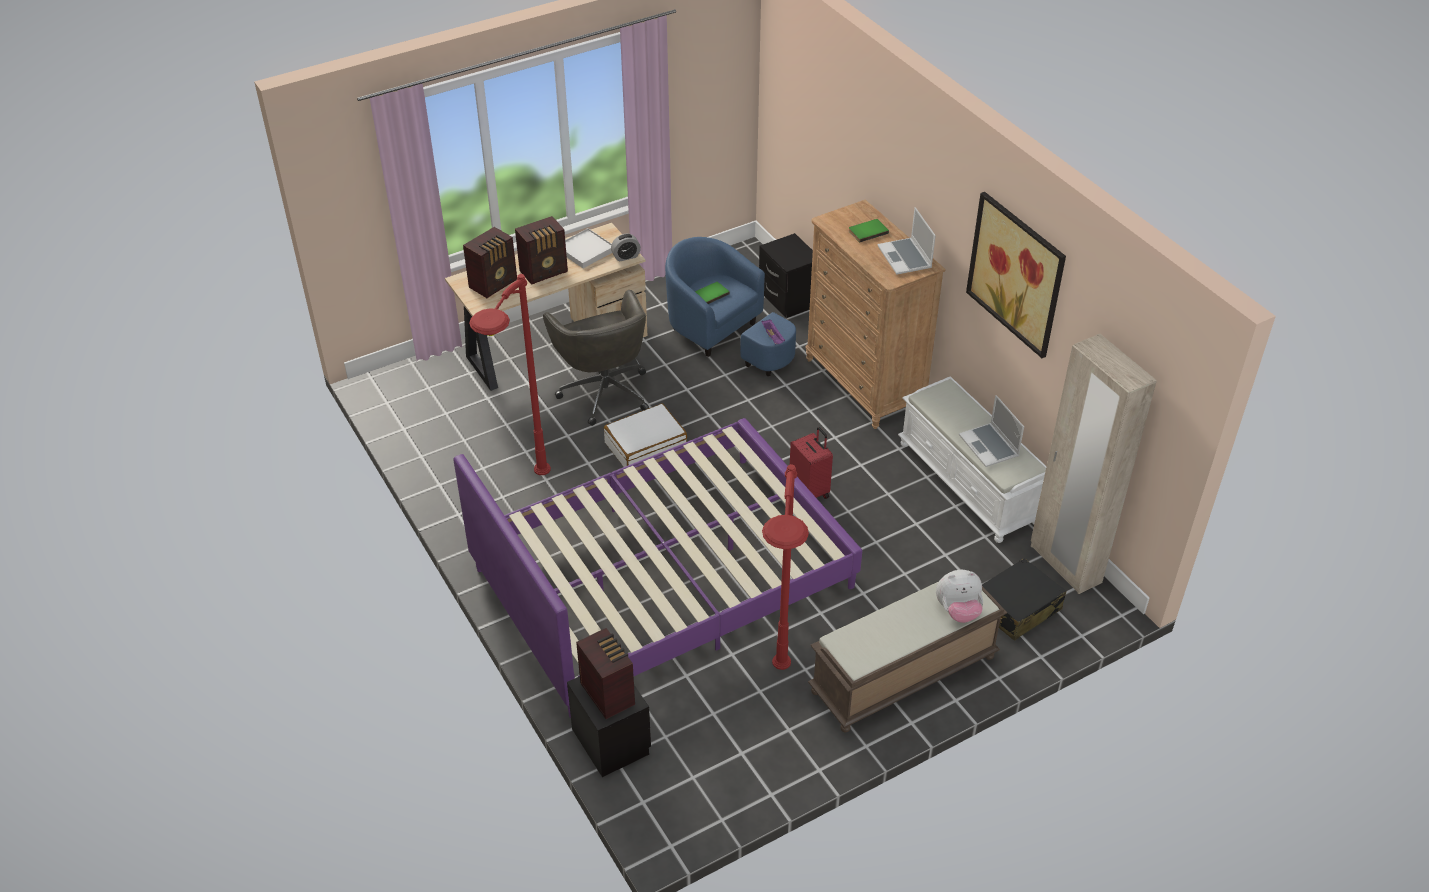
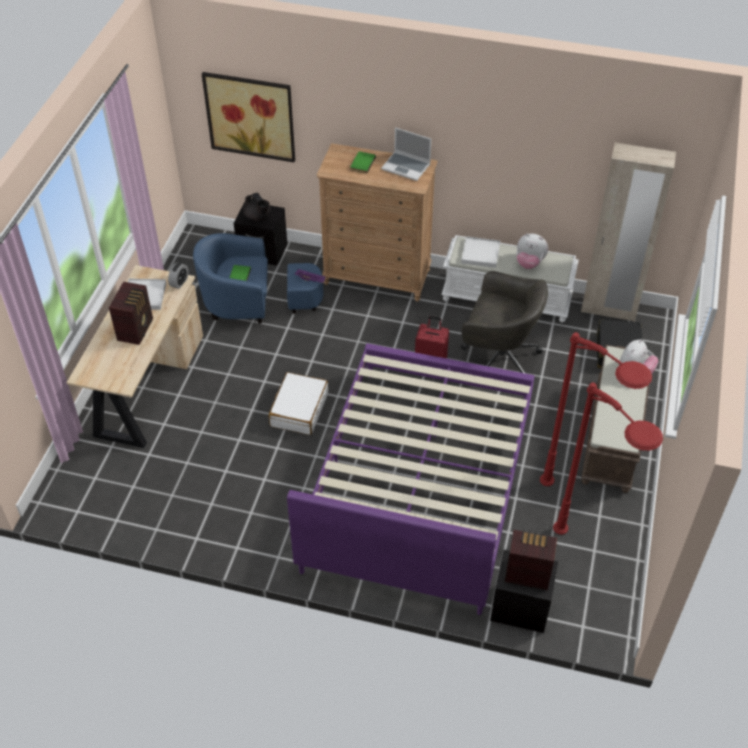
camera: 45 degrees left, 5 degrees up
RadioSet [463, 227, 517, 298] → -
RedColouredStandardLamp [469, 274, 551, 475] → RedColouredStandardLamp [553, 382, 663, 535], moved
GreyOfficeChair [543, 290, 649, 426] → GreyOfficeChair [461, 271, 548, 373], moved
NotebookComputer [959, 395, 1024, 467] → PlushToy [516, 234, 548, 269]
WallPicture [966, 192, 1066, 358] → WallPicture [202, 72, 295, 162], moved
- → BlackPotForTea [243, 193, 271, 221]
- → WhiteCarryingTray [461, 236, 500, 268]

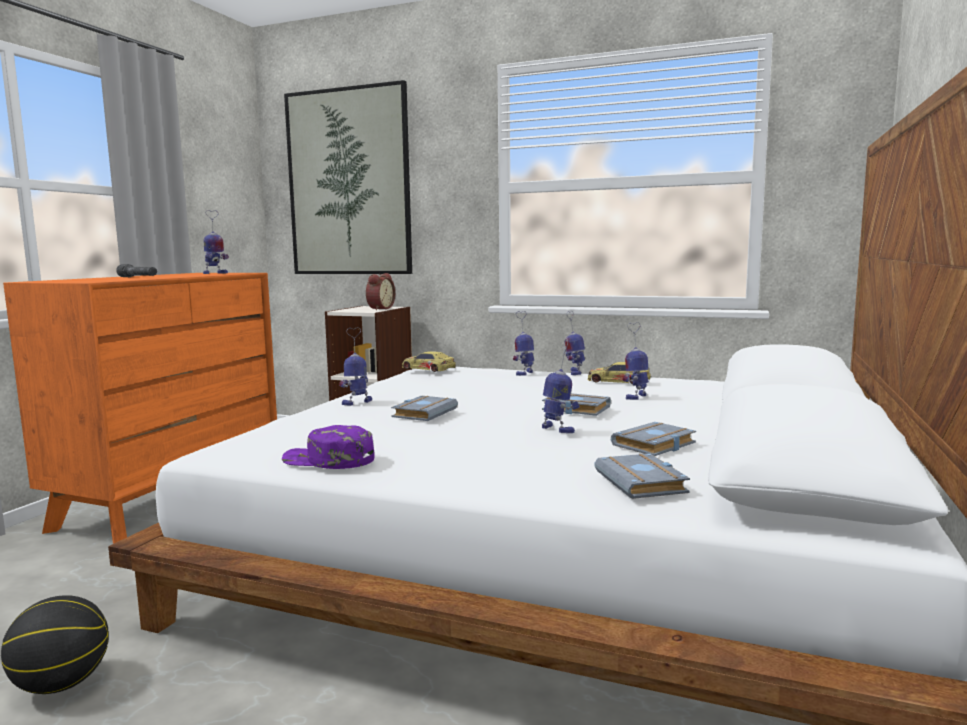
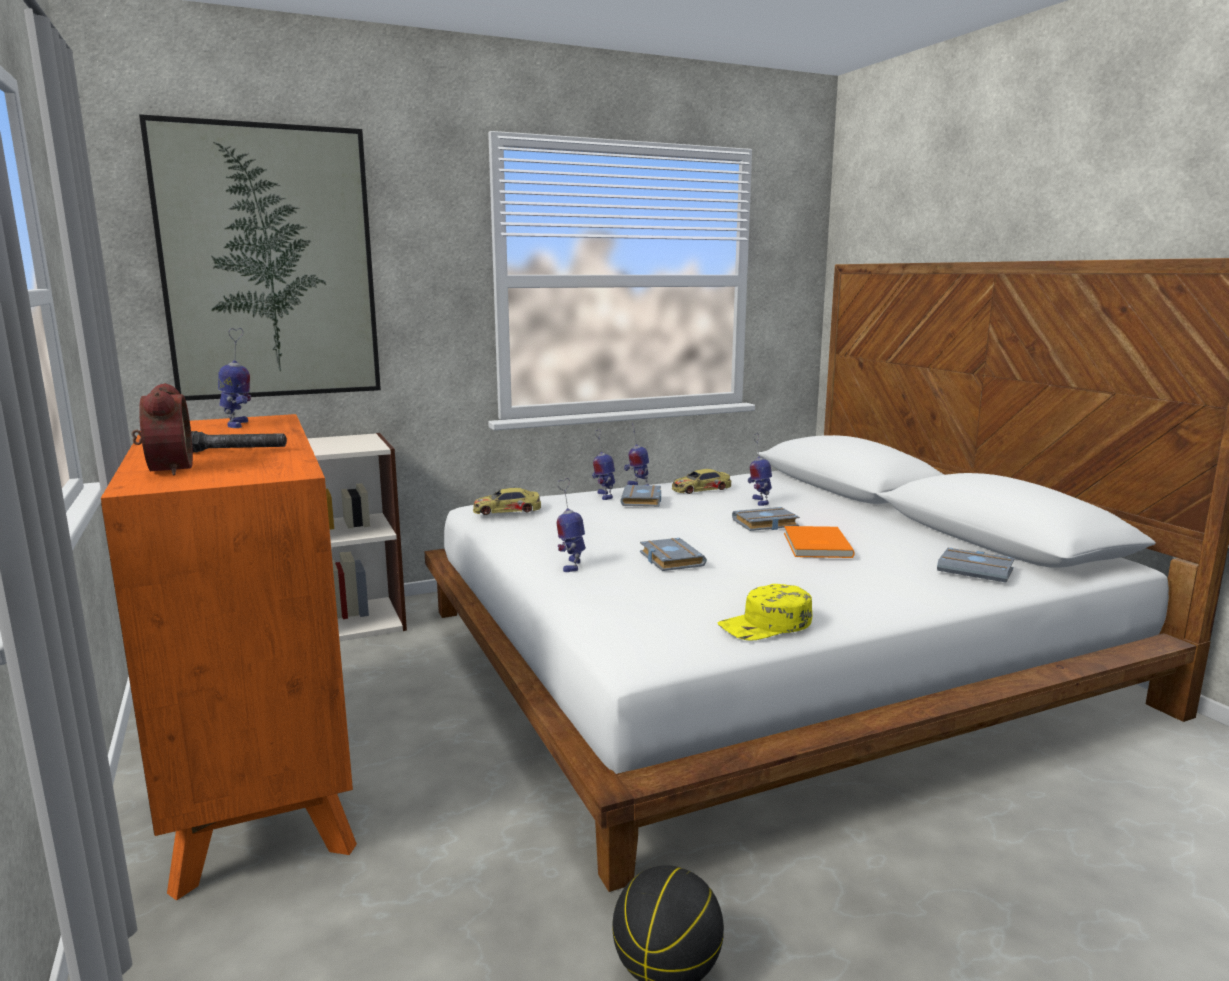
camera: 45 degrees left, 5 degrees up
PurplishCap [282, 425, 375, 469] → YellowCap [717, 584, 813, 641]
AlarmClock [366, 273, 395, 310] → AlarmClock [132, 383, 193, 476], moved
RobotFigure [542, 339, 580, 433] → OrangeVolume [784, 526, 855, 558]
GreyVolume [611, 422, 696, 456] → GreyVolume [621, 485, 661, 507], moved

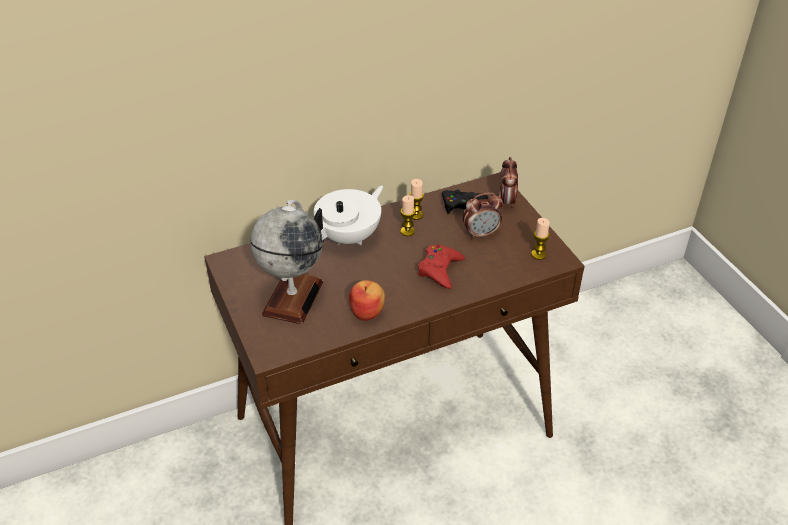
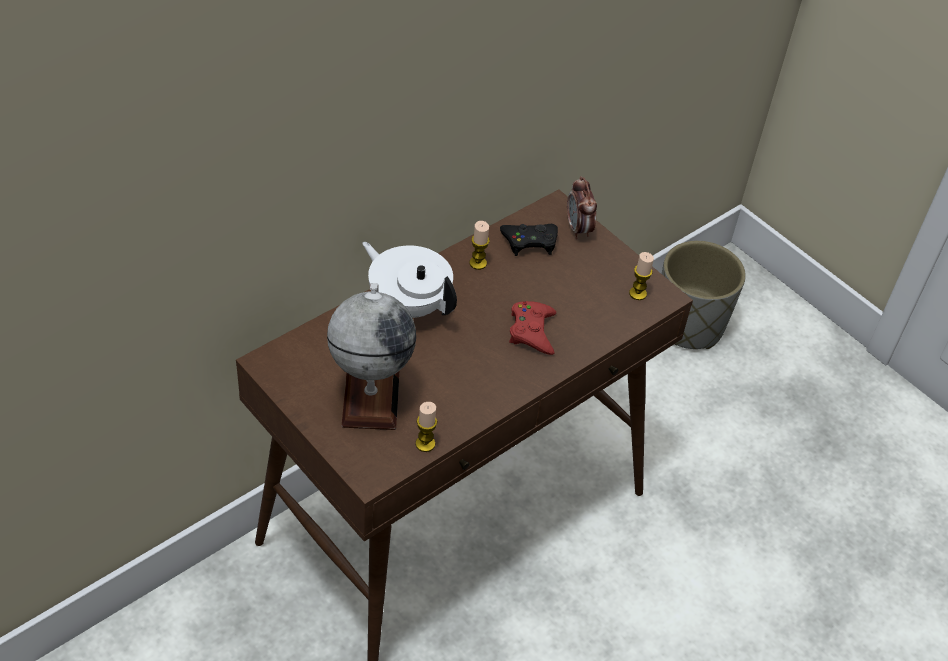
camera: 20 degrees left, 5 degrees up
WhitePotForTea [314, 185, 384, 245] → WhitePotForTea [362, 242, 457, 318], 75 degrees counterclockwise
AppleFruit [349, 280, 385, 321] → -
Candle [401, 195, 415, 236] → Candle [415, 402, 437, 452], moved
AlarmClock [463, 193, 503, 239] → -
- → GreyPlantPot [662, 241, 746, 349]

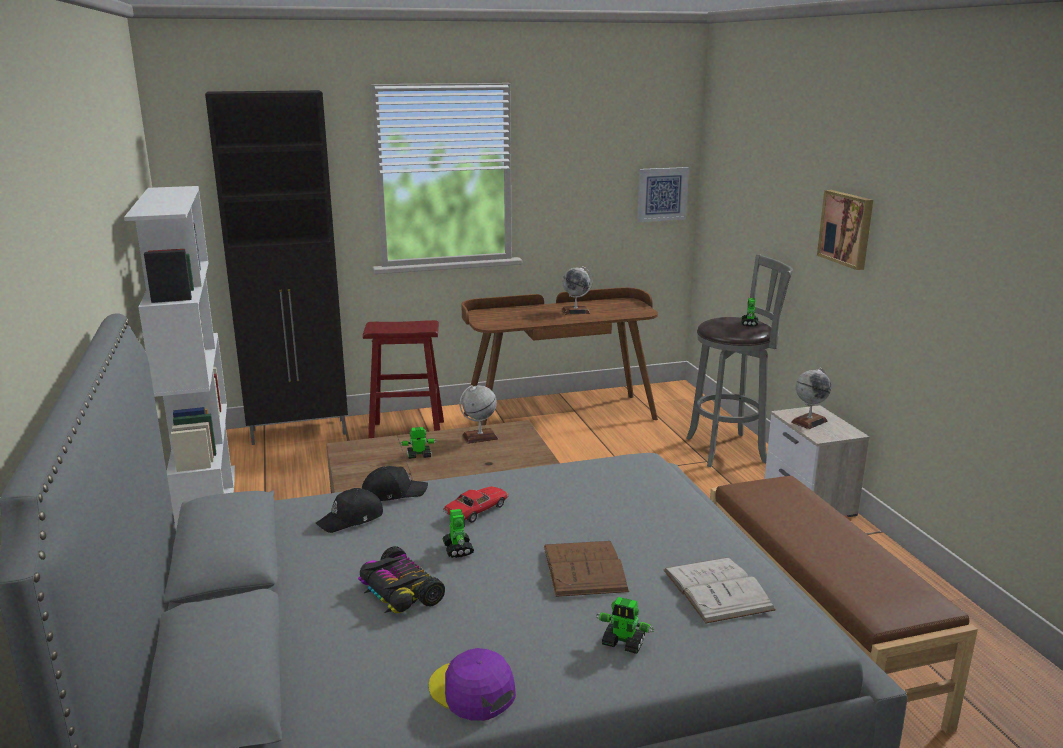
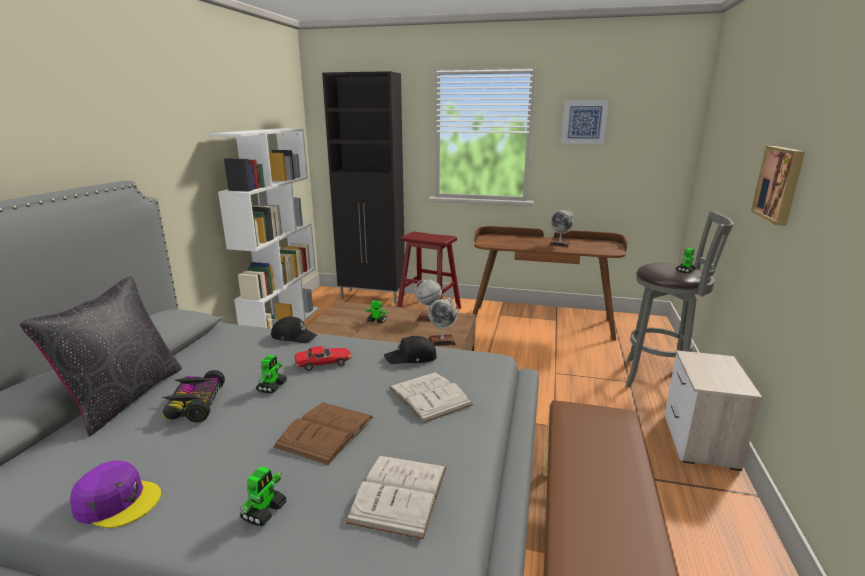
camera: 30 degrees right, 0 degrees up
BlackCap [316, 488, 383, 533] → BlackCap [384, 336, 437, 364], moved
PurplishCap [429, 648, 516, 721] → PurplishCap [70, 460, 161, 528], 120 degrees clockwise
RobotFigure [596, 597, 655, 654] → RobotFigure [239, 466, 287, 526], 120 degrees counterclockwise
WallPicture [637, 167, 689, 222] → WallPicture [561, 100, 609, 144], moved
Globe [791, 367, 831, 429] → Globe [428, 298, 459, 346], moved
- → BlackCushion [19, 276, 182, 437]
- → WhiteVolume [389, 372, 473, 423]

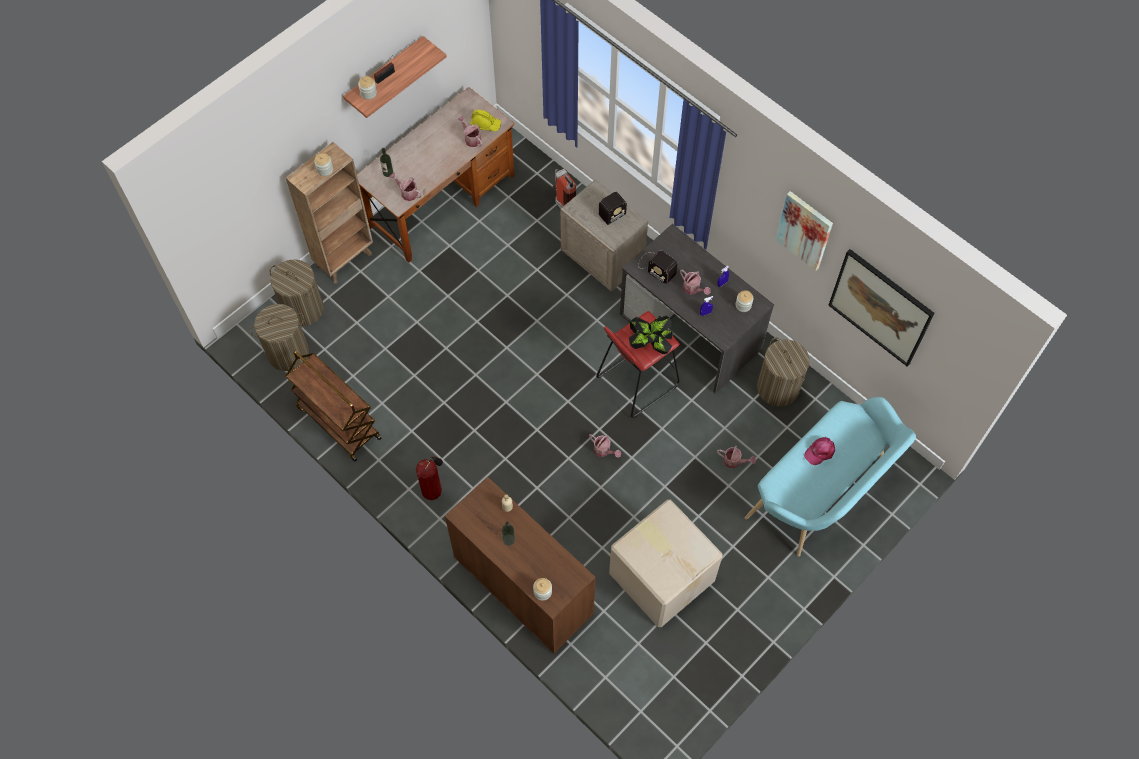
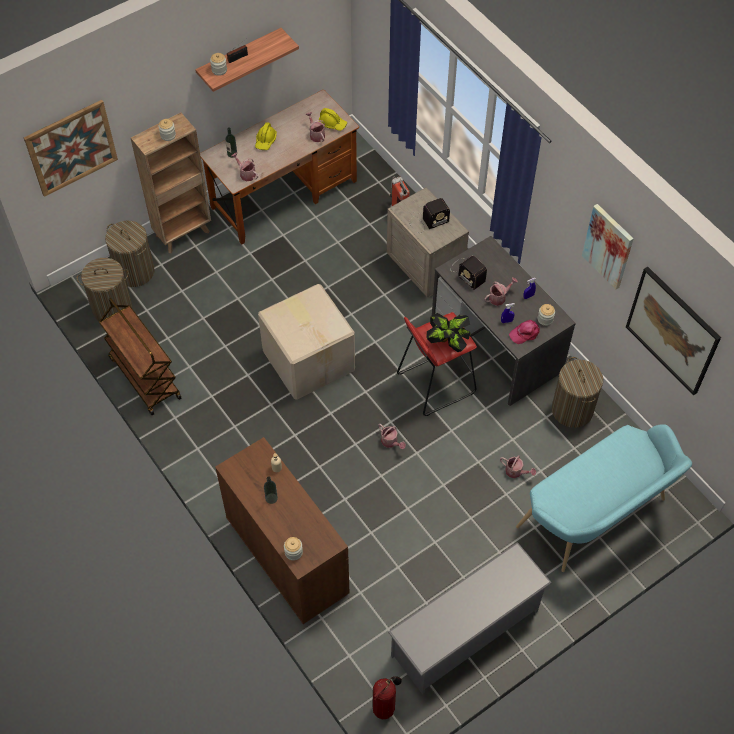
camera: 10 degrees right, 5 degrees down
FireExtinguisher [416, 456, 443, 500] → FireExtinguisher [373, 676, 402, 720], moved
PackingBox [609, 499, 722, 627] → PackingBox [258, 284, 355, 400], moved
WateringCan [680, 270, 711, 295] → WateringCan [484, 277, 518, 306], 90 degrees counterclockwise
PinkishCap [804, 437, 835, 465] → PinkishCap [509, 320, 540, 344], moved
- → WallPicture [24, 100, 118, 197]
- → YellowSafetyHelmet [255, 122, 277, 150]
- → GreyShoeShelf [388, 542, 552, 694]

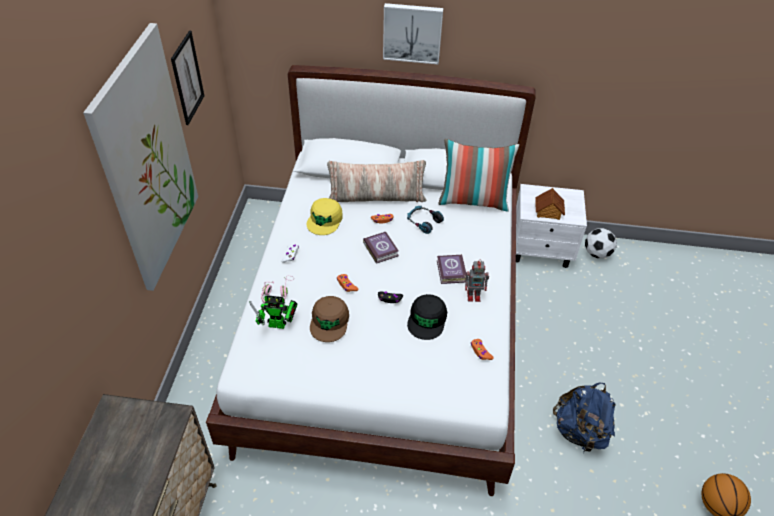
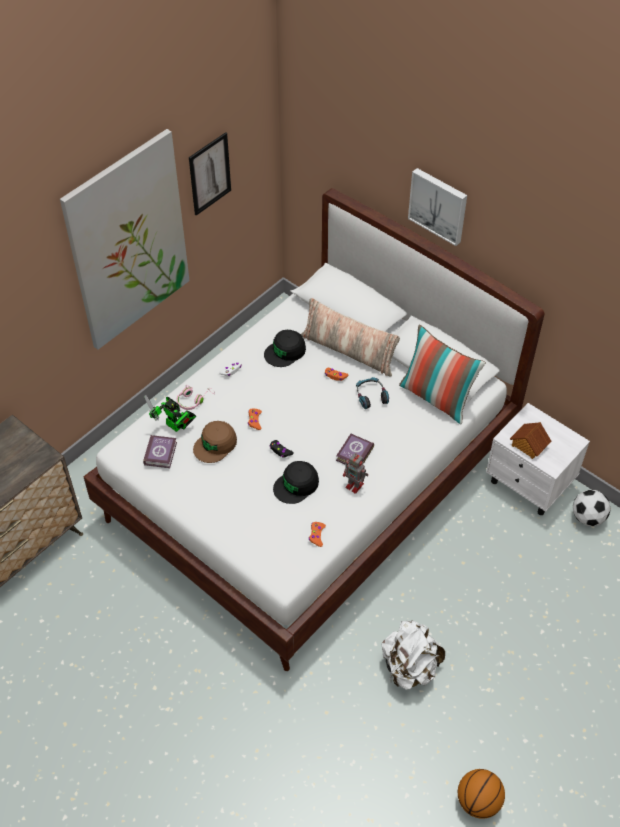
camera: 35 degrees right, 5 degrees up
YellowCap [307, 198, 343, 235] → BlackCap [264, 330, 306, 367]
Volume [363, 232, 399, 264] → Volume [143, 435, 177, 468], moved
BluishBackpack [553, 382, 616, 452] → WhiteBackpack [381, 620, 445, 690]

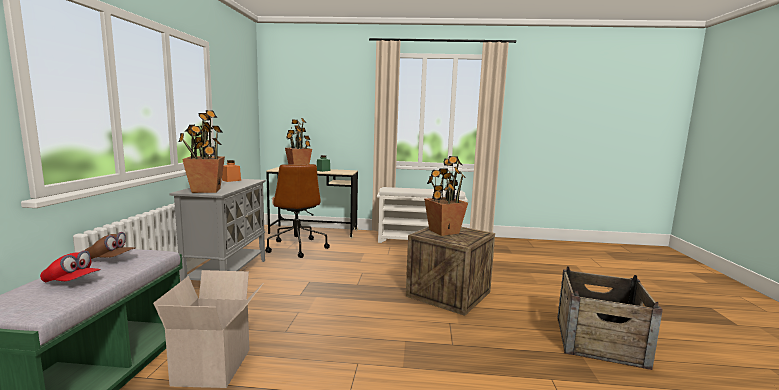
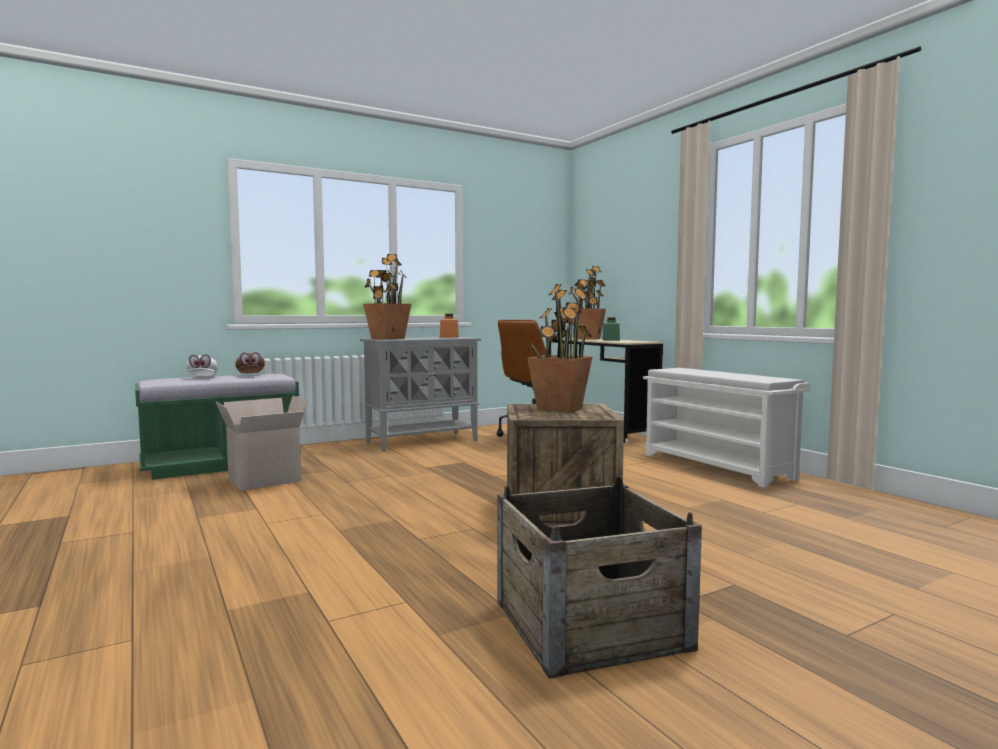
camera: 55 degrees right, 5 degrees down
RedColouredCap [40, 250, 101, 282] → WhiteCap [186, 354, 218, 376]

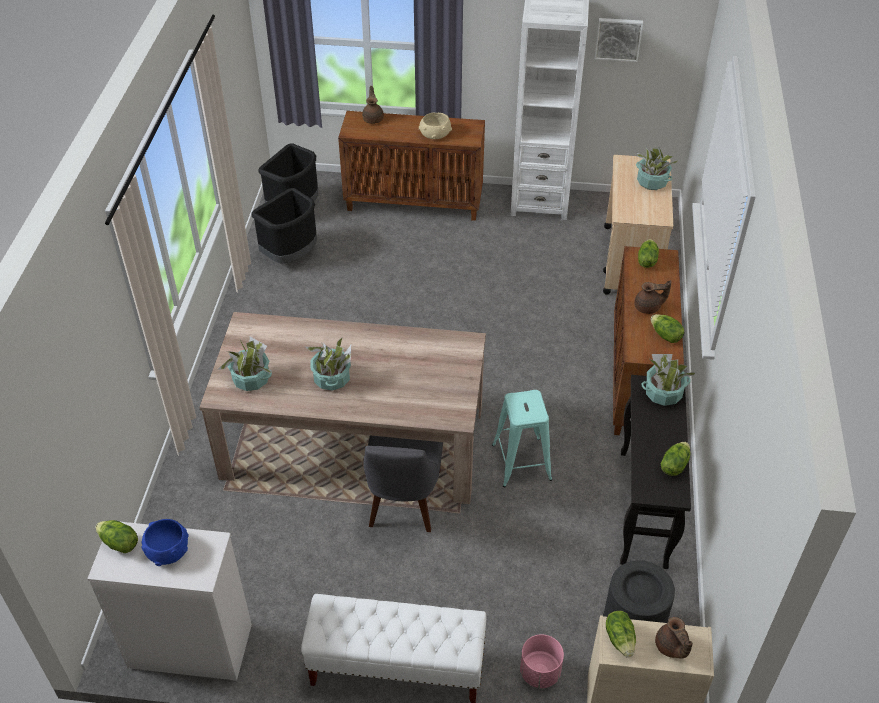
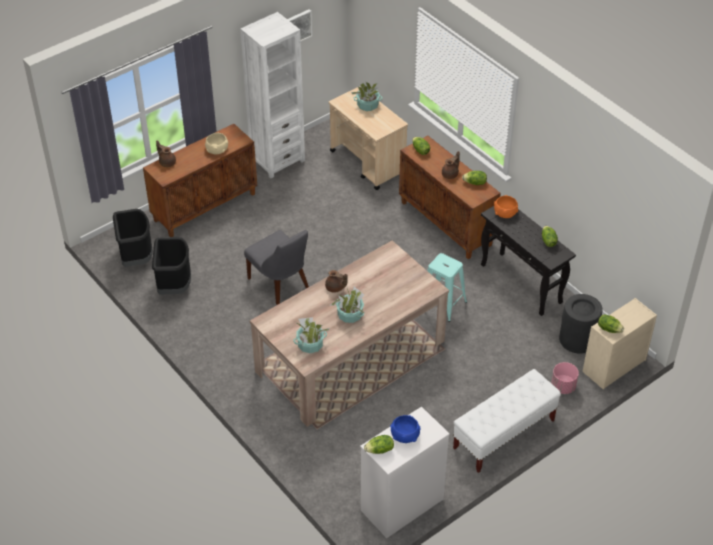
camera: 45 degrees left, 0 degrees up
GreyUprightChair [363, 435, 443, 532] → GreyUprightChair [244, 230, 309, 305], moved
Houseplant [642, 354, 696, 406] → OrangeBowl [494, 195, 518, 218]
BrownColouredPotForTea [655, 617, 693, 659] → BrownColouredPotForTea [325, 270, 348, 293], moved

